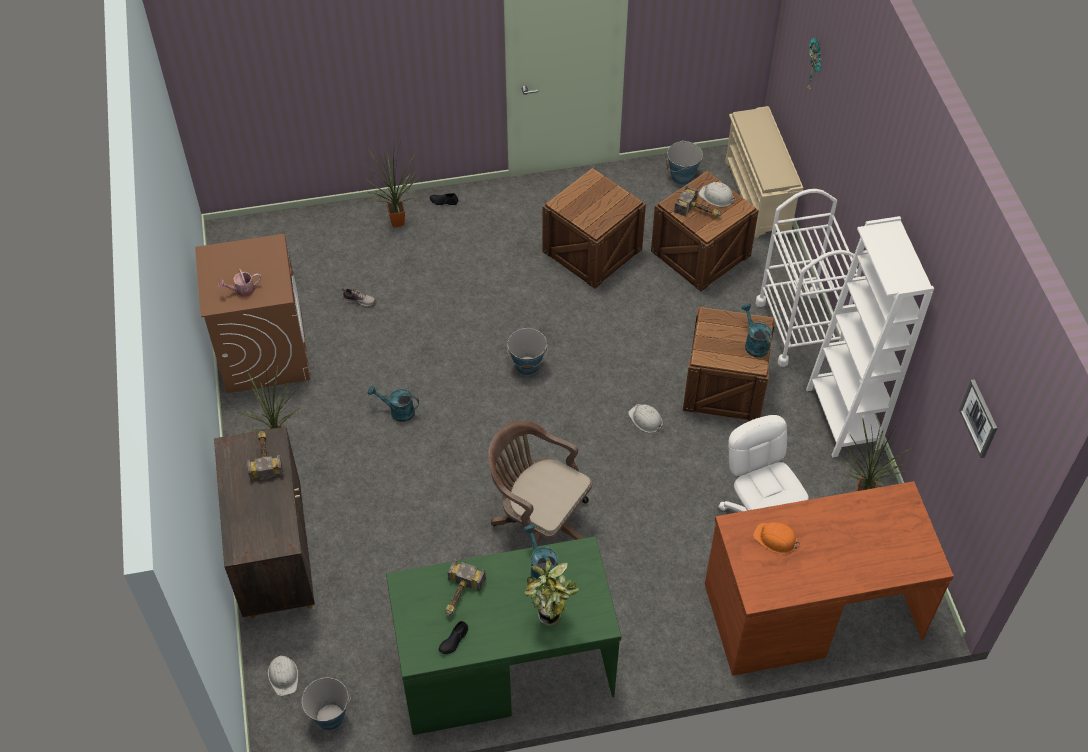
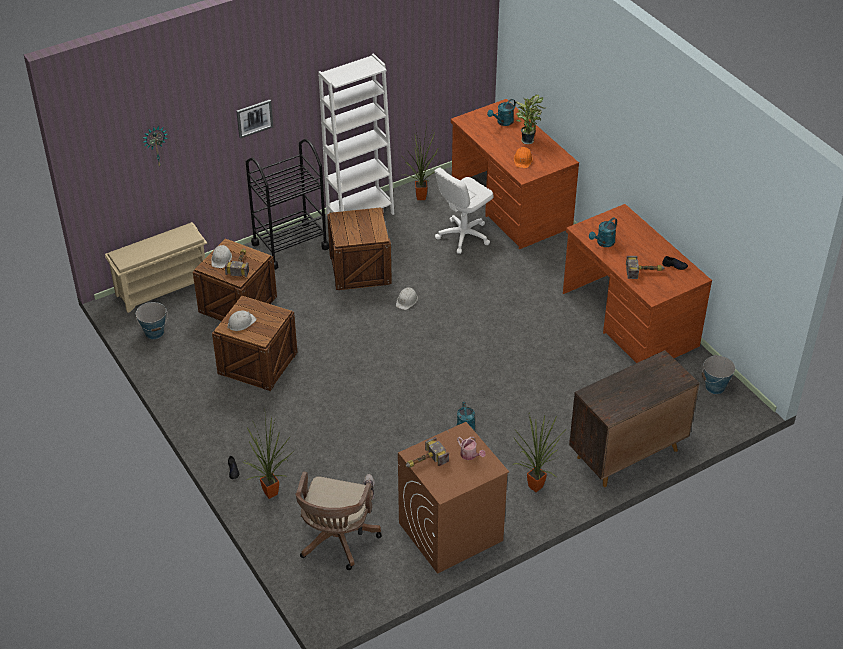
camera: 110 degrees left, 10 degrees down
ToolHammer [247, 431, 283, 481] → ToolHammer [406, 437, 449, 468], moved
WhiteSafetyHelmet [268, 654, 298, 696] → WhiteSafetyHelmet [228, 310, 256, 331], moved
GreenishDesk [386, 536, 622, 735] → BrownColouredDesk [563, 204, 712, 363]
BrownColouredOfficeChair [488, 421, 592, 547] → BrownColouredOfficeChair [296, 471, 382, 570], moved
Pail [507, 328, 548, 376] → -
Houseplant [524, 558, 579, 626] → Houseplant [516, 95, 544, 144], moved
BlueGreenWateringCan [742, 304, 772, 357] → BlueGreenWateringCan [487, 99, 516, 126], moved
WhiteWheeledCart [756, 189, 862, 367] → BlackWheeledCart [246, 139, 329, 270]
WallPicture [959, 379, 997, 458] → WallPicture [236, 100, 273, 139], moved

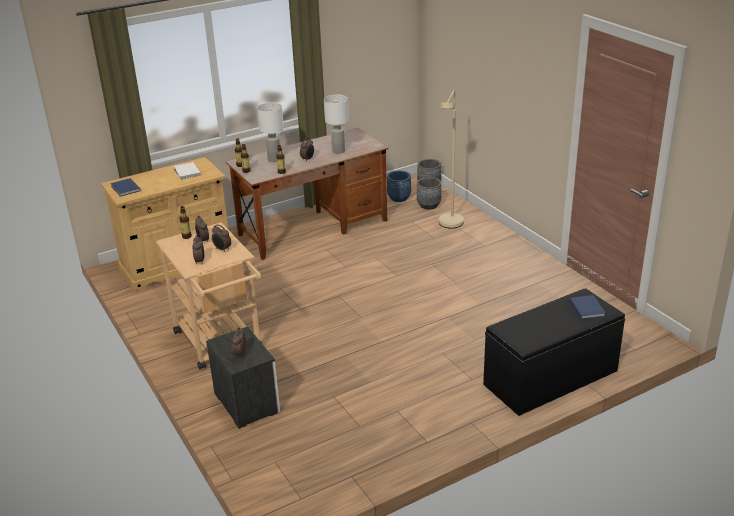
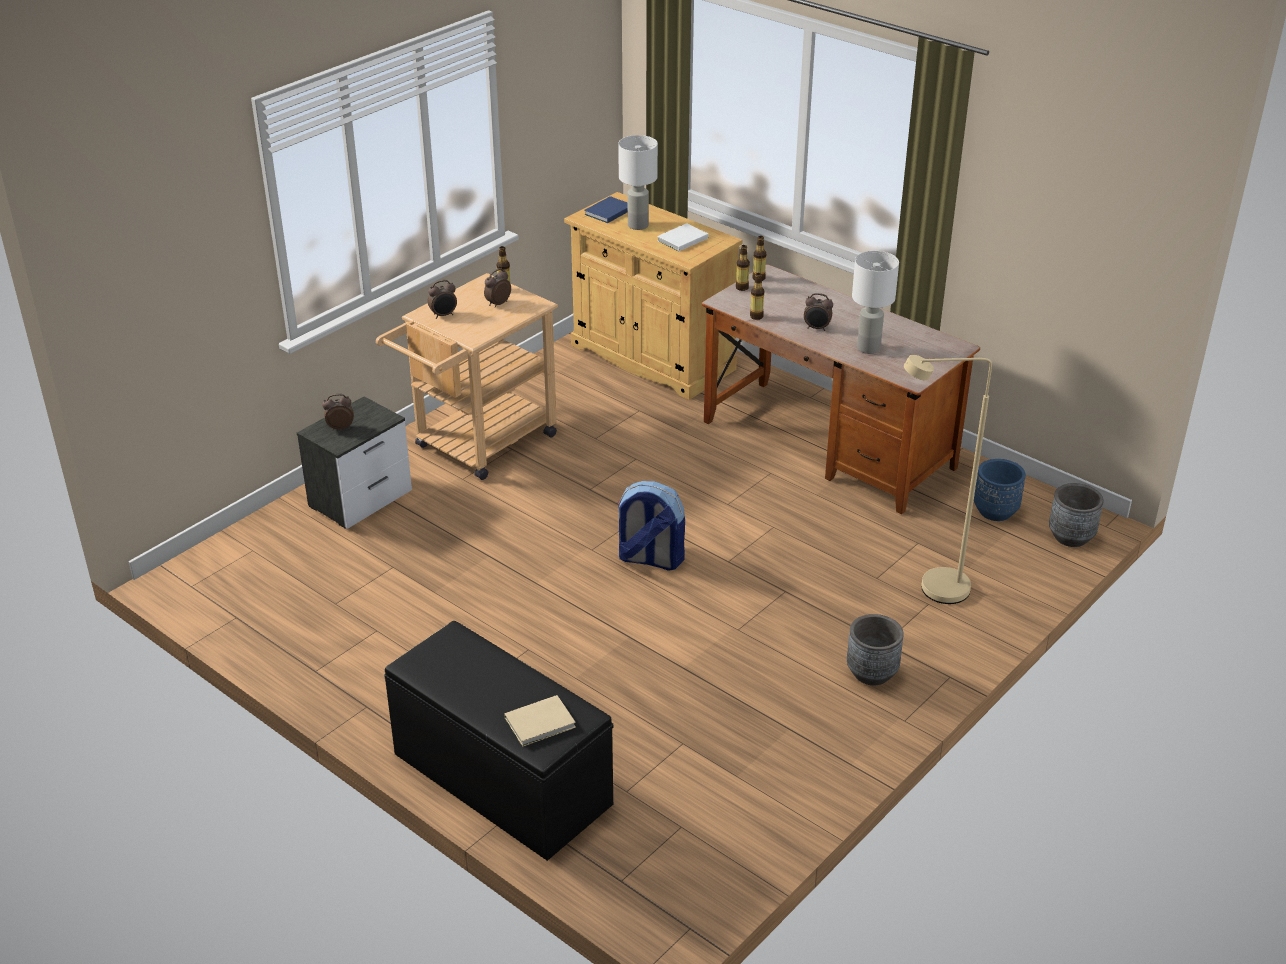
camera: 70 degrees right, 5 degrees up
AlarmClock [212, 224, 231, 251] → -
WhiteTabletopLamp [257, 102, 284, 162] → WhiteTabletopLamp [618, 135, 658, 230], moved
GreyPlantPot [417, 177, 441, 210] → GreyPlantPot [847, 614, 904, 685], moved
BluishVolume [570, 295, 605, 319] → SandColouredVolume [505, 695, 576, 747]
- → Backpack [617, 481, 685, 570]

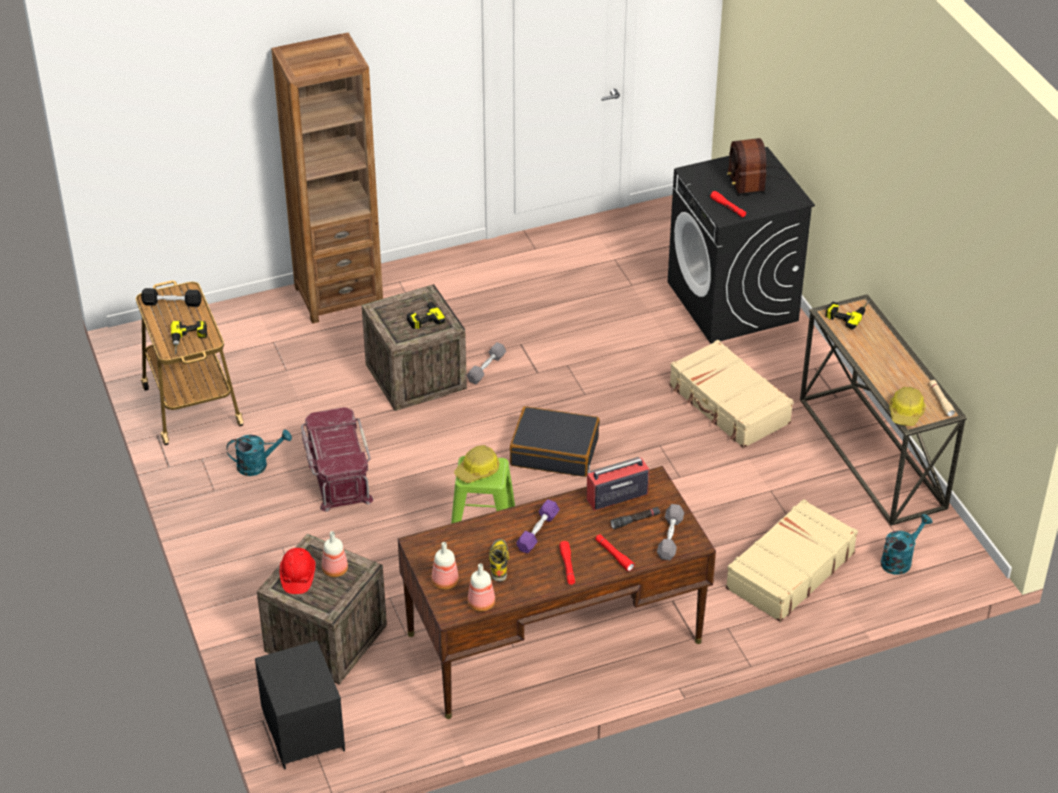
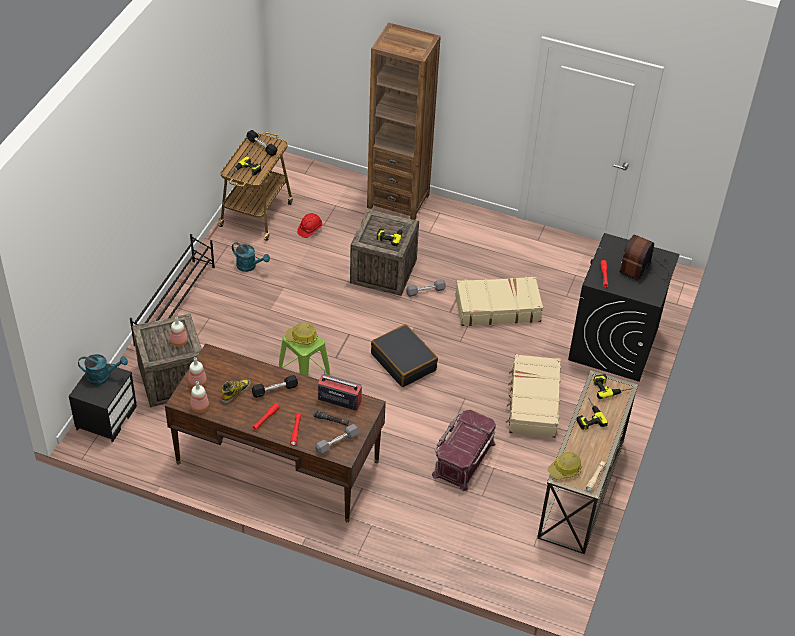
camera: 40 degrees right, 5 degrees up
RedColouredSafetyHelmet [279, 548, 316, 594] → RedColouredSafetyHelmet [297, 213, 323, 238], moved
RedColouredStorageBox [301, 407, 374, 512] → RedColouredStorageBox [432, 410, 496, 491], moved
PurplishFreeWeight [516, 499, 560, 553] → BlackFreeWeight [252, 375, 298, 398]
SandColouredTravelCase [726, 499, 858, 622] → SandColouredTravelCase [456, 276, 543, 326], moved
BlueGreenWateringCan [881, 514, 933, 575] → BlueGreenWateringCan [78, 354, 128, 385], moved
- → BlackShoeShelf [130, 234, 215, 346]
- → PowerDrill [576, 398, 608, 430]

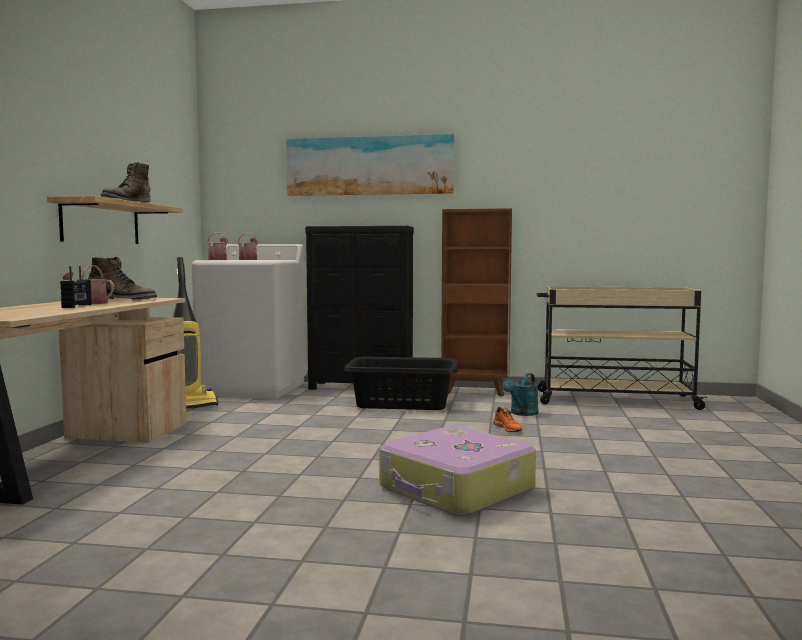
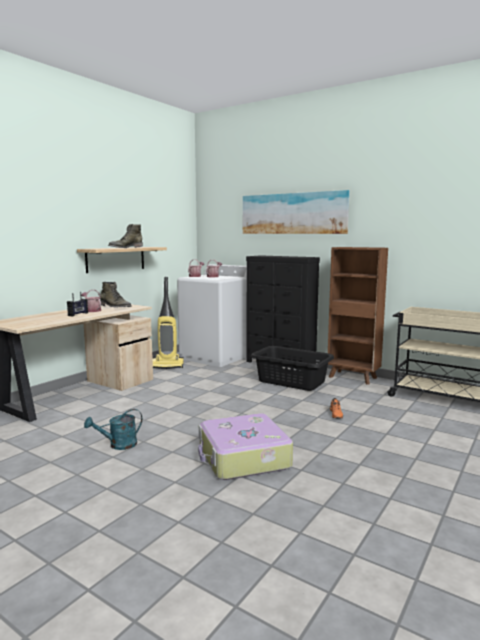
camera: 25 degrees right, 5 degrees up
BlueGreenWateringCan [502, 373, 538, 416] → BlueGreenWateringCan [84, 409, 142, 450], moved

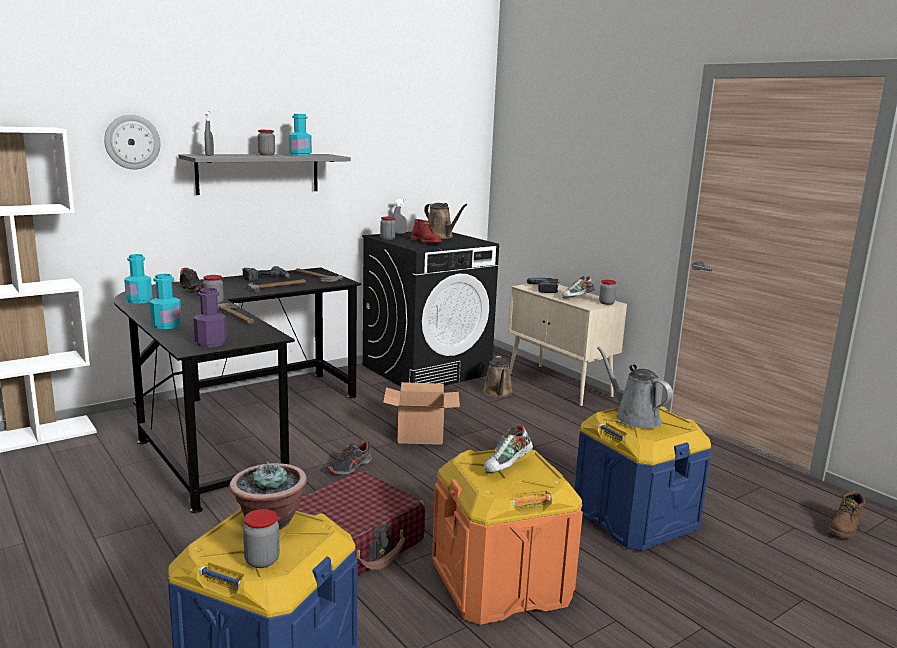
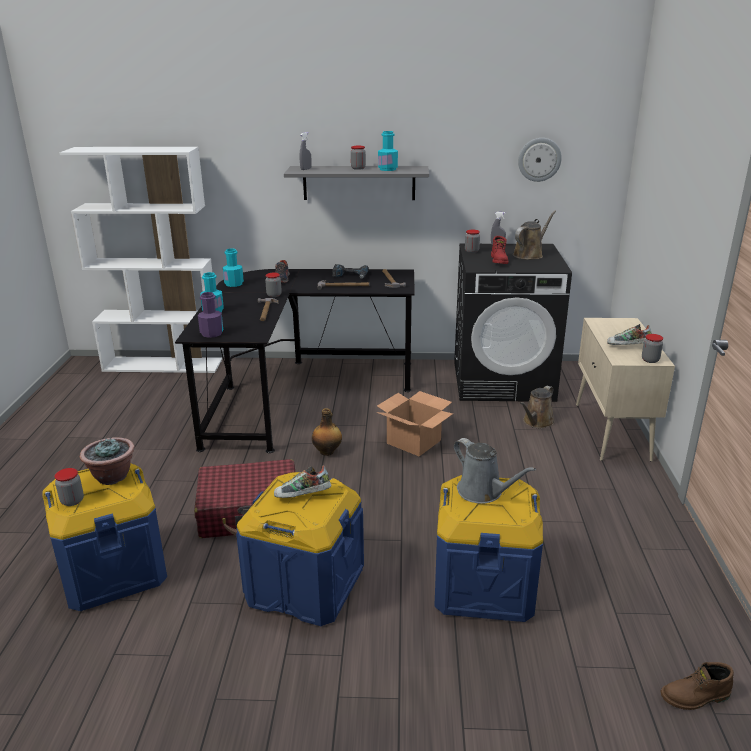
camera: 40 degrees right, 10 degrees up
WallClock [104, 115, 161, 169] → WallClock [518, 138, 562, 182], moved
Shoe [327, 441, 372, 475] → Bottle [312, 408, 342, 456]
BrownColouredWateringCan [424, 203, 468, 239] → BrownColouredWateringCan [513, 211, 556, 260], 135 degrees counterclockwise
OrangeStorageBox [432, 449, 583, 625] → BluishStorageBox [236, 472, 364, 626]
PowerDrill [527, 278, 561, 293] → -
GreyWateringCan [597, 347, 673, 429] → GreyWateringCan [454, 438, 536, 504], 135 degrees clockwise

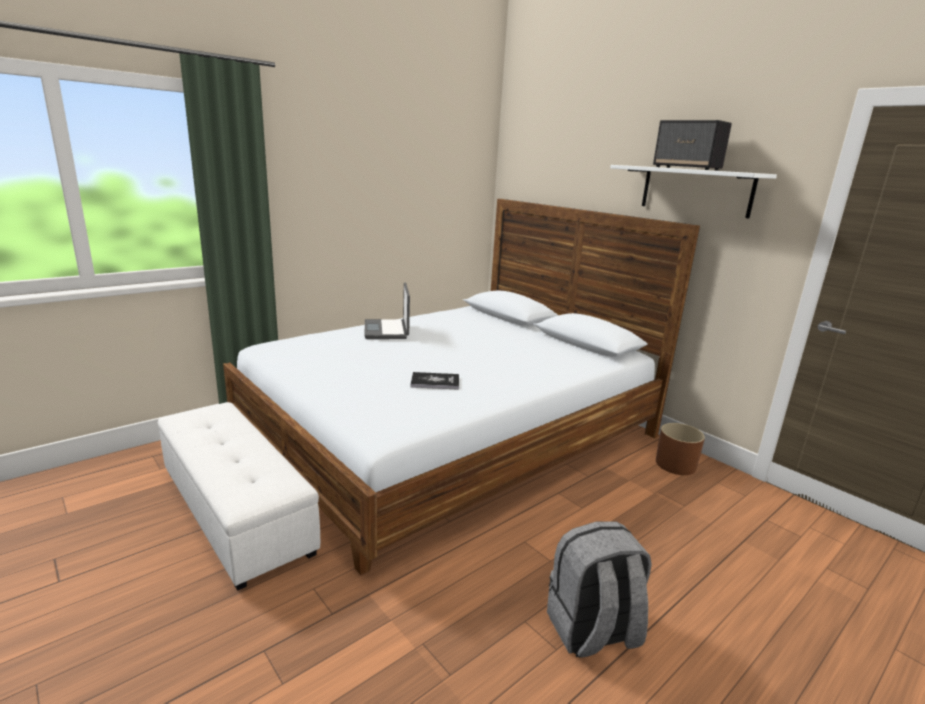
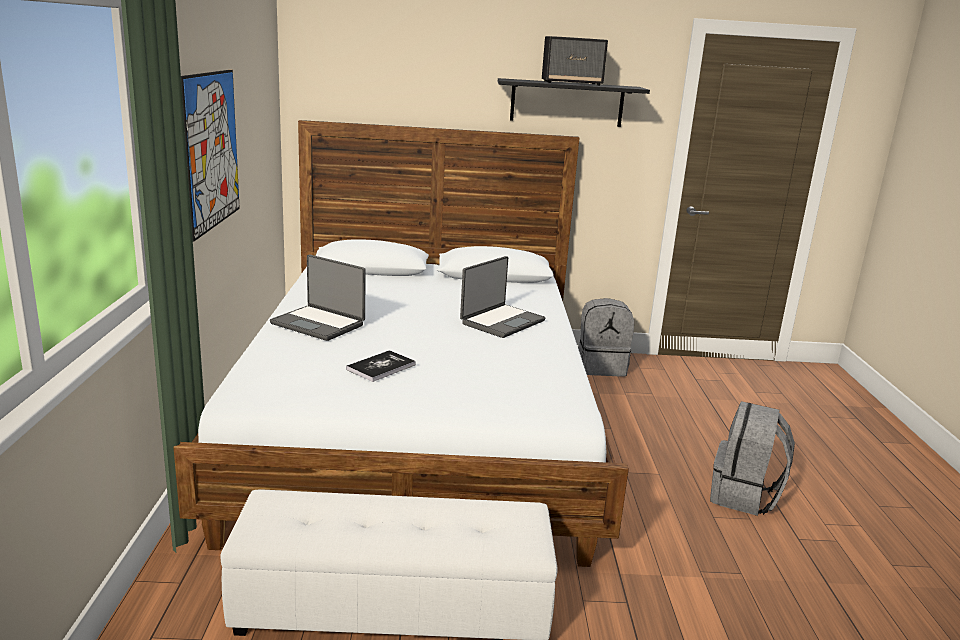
camera: 50 degrees left, 0 degrees up
Volume [411, 372, 459, 390] → Volume [346, 350, 416, 382], moved
WhiteWallShelf [610, 165, 777, 218] → BlackWallShelf [498, 78, 650, 127]
BrownColouredPlantPot [656, 423, 705, 475] → GreyBackpack [578, 298, 634, 376]
- → WallPicture [181, 70, 240, 242]
- → NotebookComputer [460, 256, 545, 338]

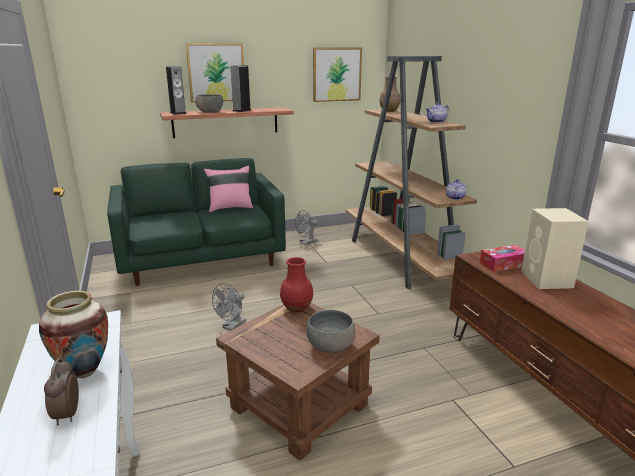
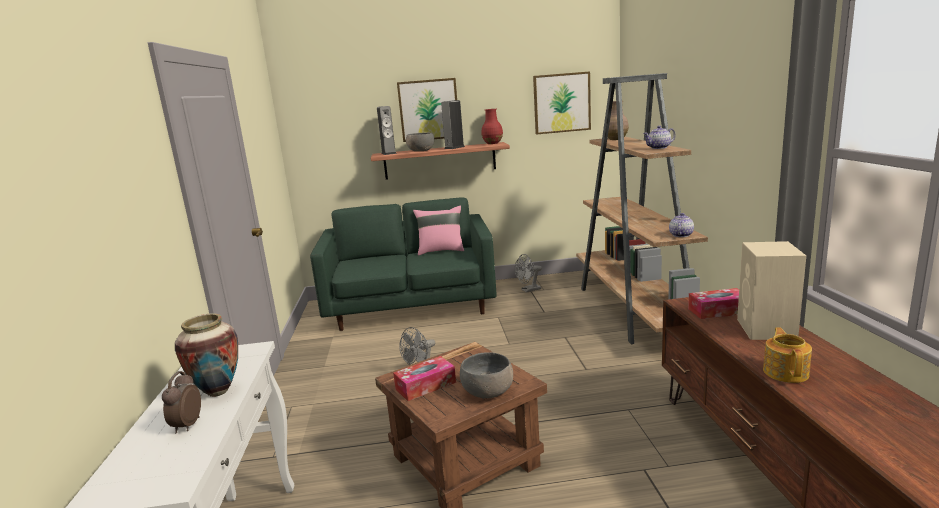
camera: 15 degrees right, 5 degrees down
RedColouredDecorativeVase [280, 257, 313, 312] → RedColouredDecorativeVase [482, 109, 503, 144], moved
- → BoxOfTissues [393, 356, 456, 401]
- → PotForTea [763, 327, 812, 383]

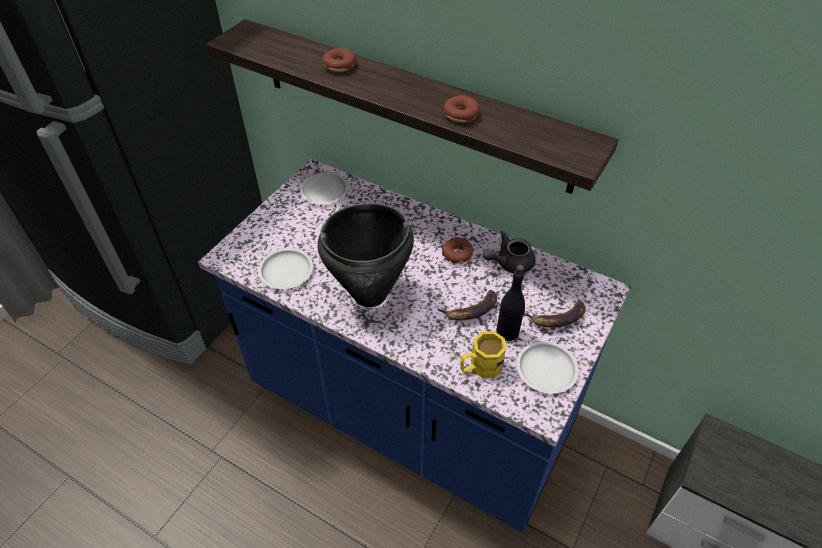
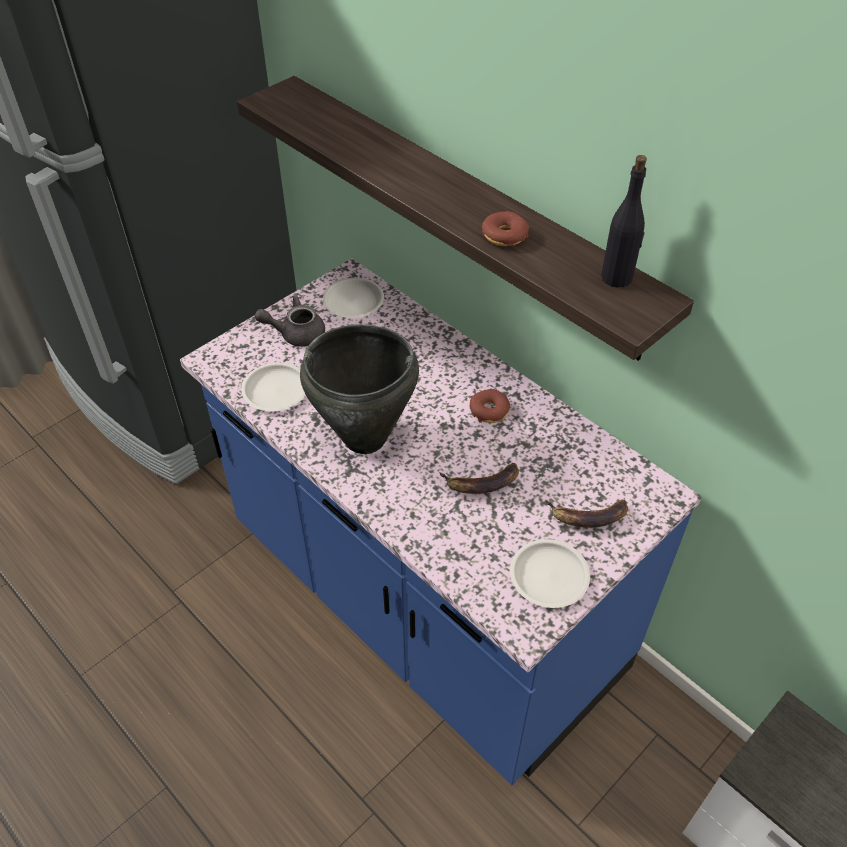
camera: 15 degrees right, 0 degrees up
RingDoughnut [322, 48, 356, 72] → -
YellowCoffeeMug [460, 331, 507, 378] → -
GreyPotForTea [483, 231, 536, 273] → GreyPotForTea [255, 295, 325, 347], moved
BlackBottle [497, 265, 525, 341] → BlackBottle [601, 155, 647, 287], moved

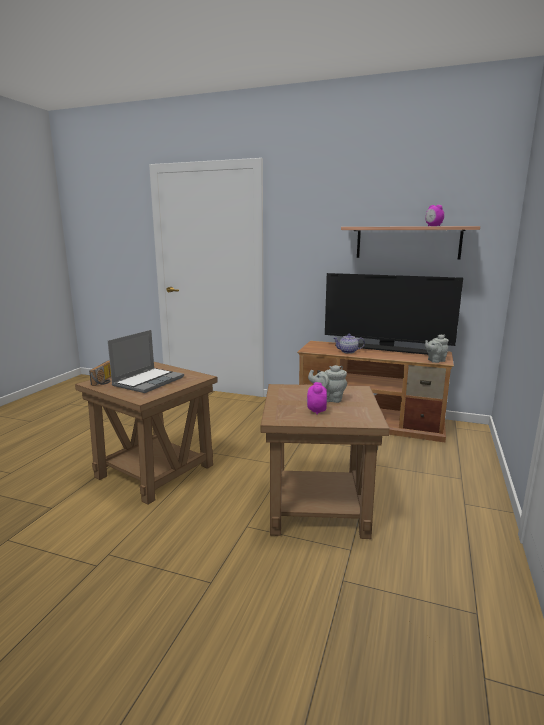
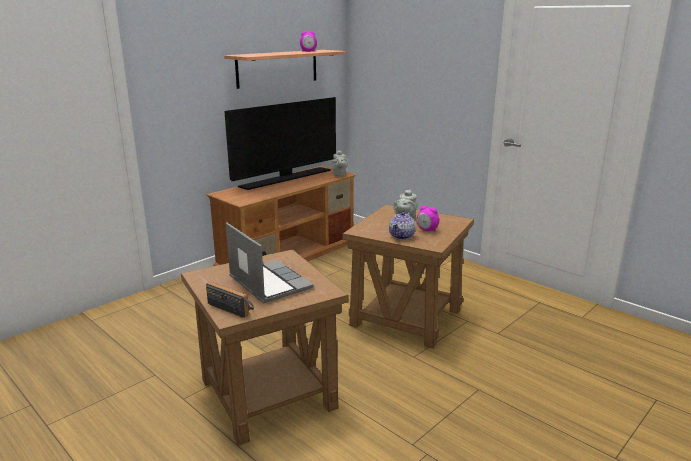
camera: 65 degrees left, 5 degrees up
PotForTea [333, 334, 365, 354] → PotForTea [389, 212, 416, 240], moved

